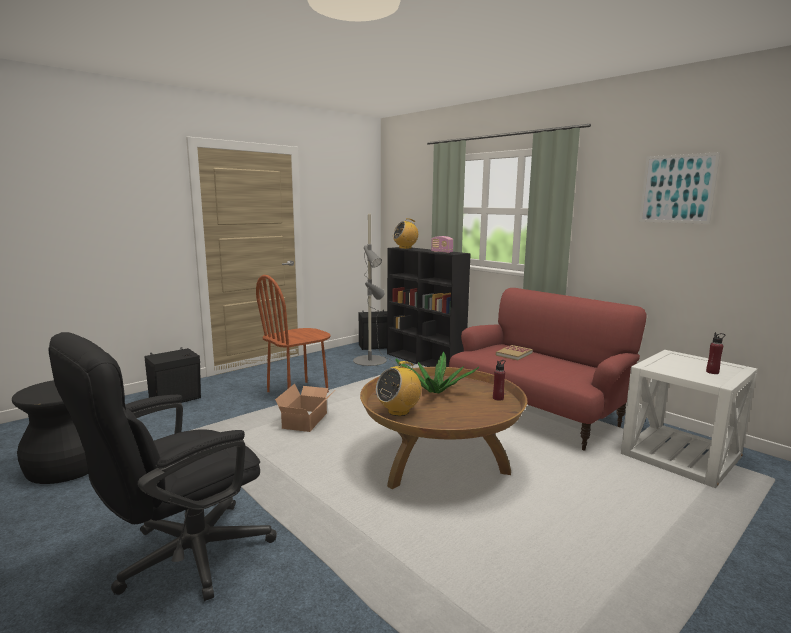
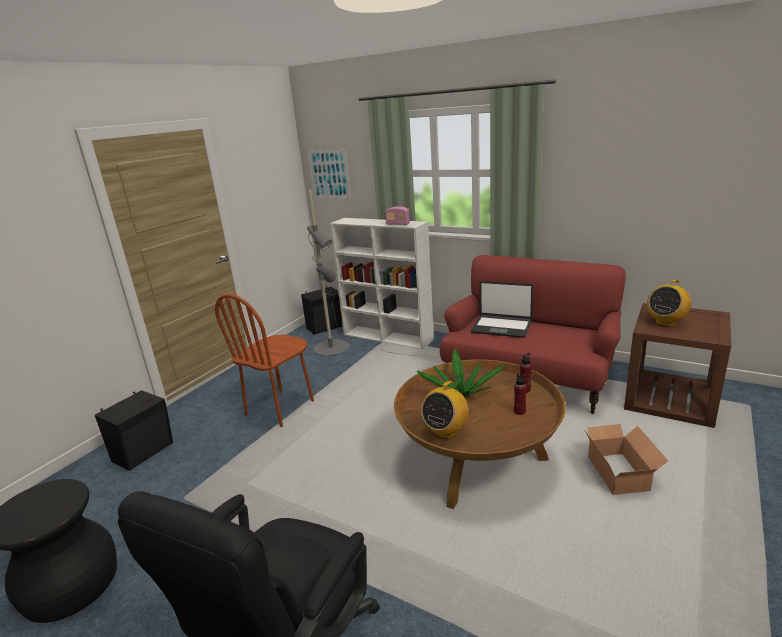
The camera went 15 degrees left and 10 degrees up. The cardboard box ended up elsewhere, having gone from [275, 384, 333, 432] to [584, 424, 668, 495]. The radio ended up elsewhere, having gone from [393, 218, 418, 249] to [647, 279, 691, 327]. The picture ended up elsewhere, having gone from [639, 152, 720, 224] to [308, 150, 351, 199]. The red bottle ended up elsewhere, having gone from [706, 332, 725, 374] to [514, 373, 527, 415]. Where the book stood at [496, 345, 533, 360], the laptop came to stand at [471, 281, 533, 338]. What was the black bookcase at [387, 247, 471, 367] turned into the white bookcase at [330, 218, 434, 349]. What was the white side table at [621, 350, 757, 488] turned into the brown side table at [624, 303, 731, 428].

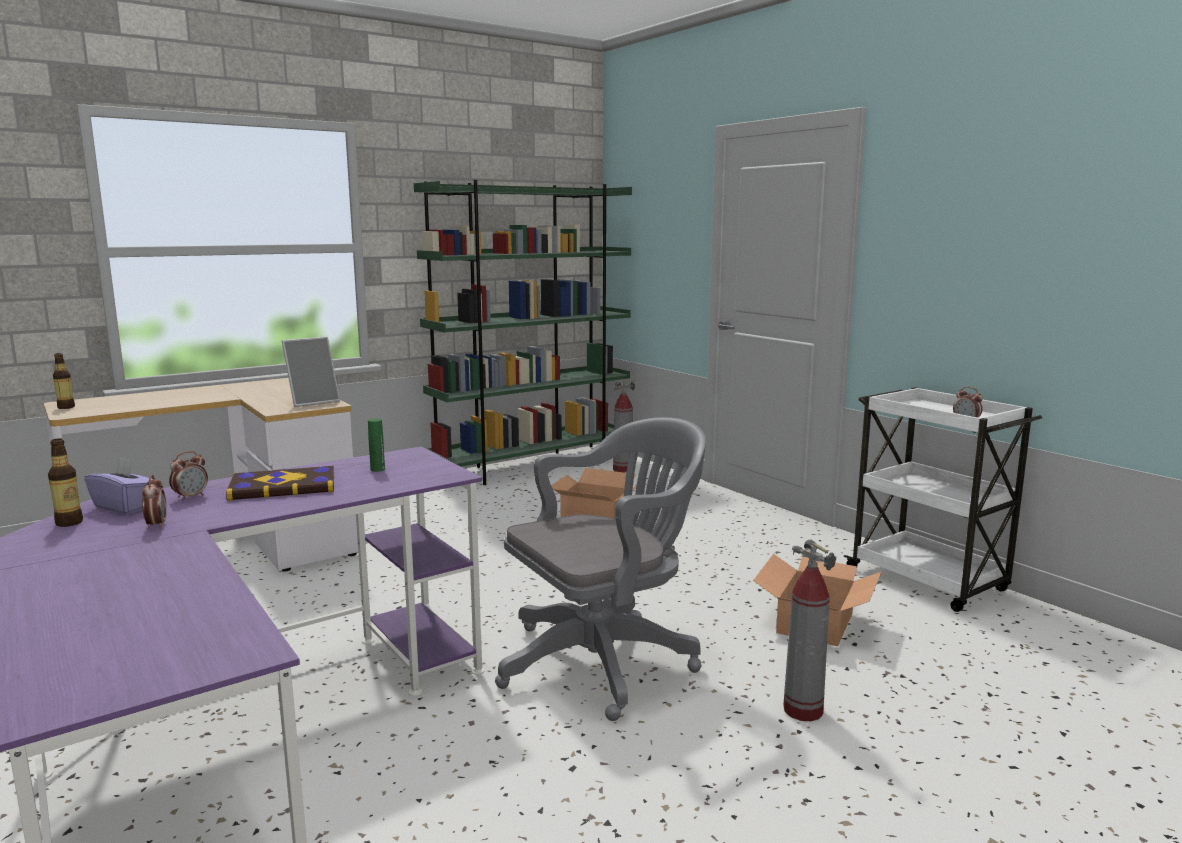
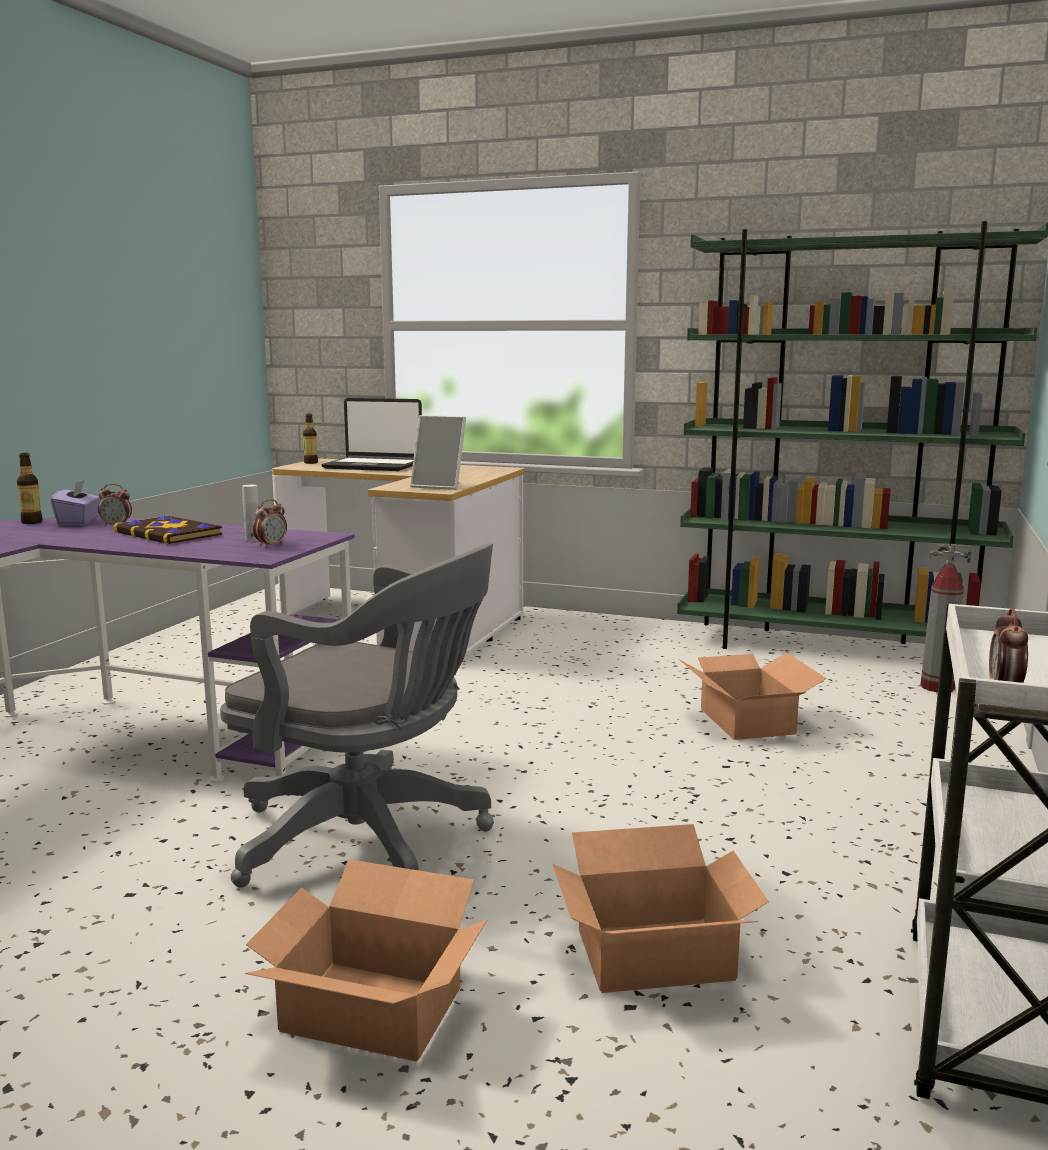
The camera went 55 degrees right and 0 degrees up. The second view gained the laptop at [321, 398, 422, 471]. The alarm clock ended up elsewhere, having gone from [142, 475, 167, 529] to [253, 499, 287, 548]. Where the fire extinguisher stood at [783, 540, 836, 721], the cardboard box came to stand at [245, 859, 487, 1062]. What was the green bottle at [368, 418, 385, 472] turned into the white bottle at [242, 485, 259, 541].

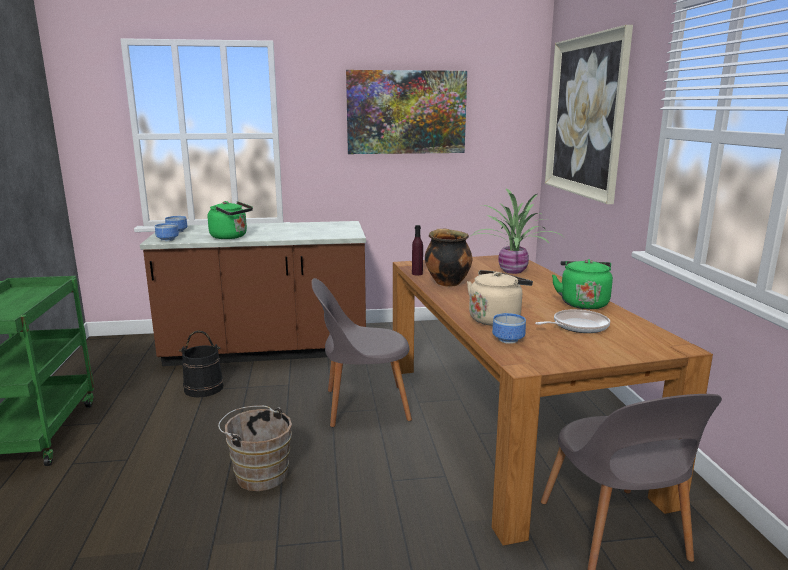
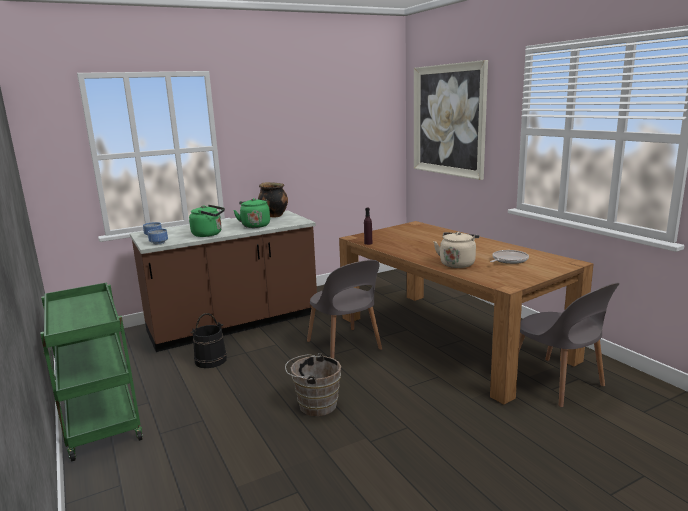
The camera went 20 degrees left and 0 degrees up. The second view lost the picture at [346, 70, 467, 154]. The second view lost the potted plant at [469, 189, 561, 274]. The second view lost the bowl at [492, 313, 526, 344]. The cooking pot ended up elsewhere, having gone from [425, 228, 472, 287] to [258, 182, 288, 217]. The green kettle ended up elsewhere, having gone from [552, 259, 613, 309] to [233, 198, 270, 228]. The grey chair at [311, 278, 412, 427] ended up facing another way, 90 degrees counterclockwise from before.

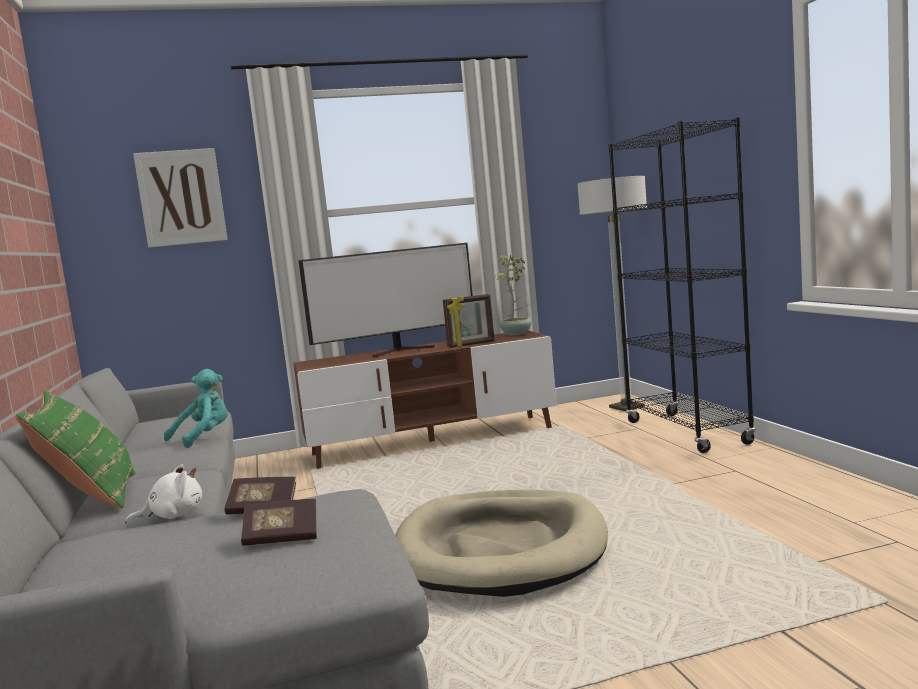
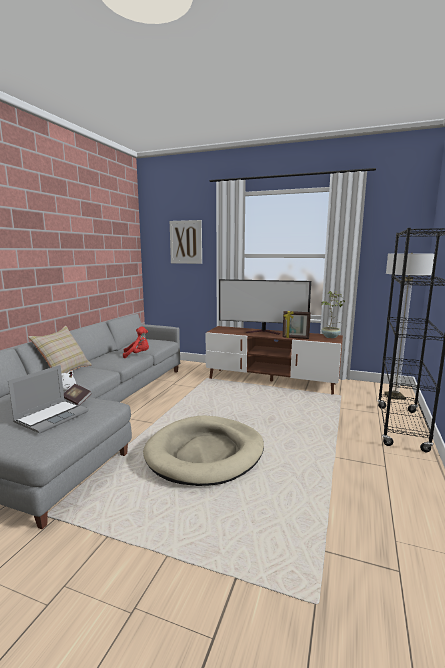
The camera went 35 degrees right and 5 degrees up. Where the book stood at [241, 499, 317, 546], the laptop came to stand at [8, 365, 89, 433]. What was the green pillow at [15, 391, 135, 509] turned into the beige pillow at [28, 326, 92, 374]. What was the turquoise plush toy at [164, 369, 228, 448] turned into the red plush toy at [123, 326, 149, 358].

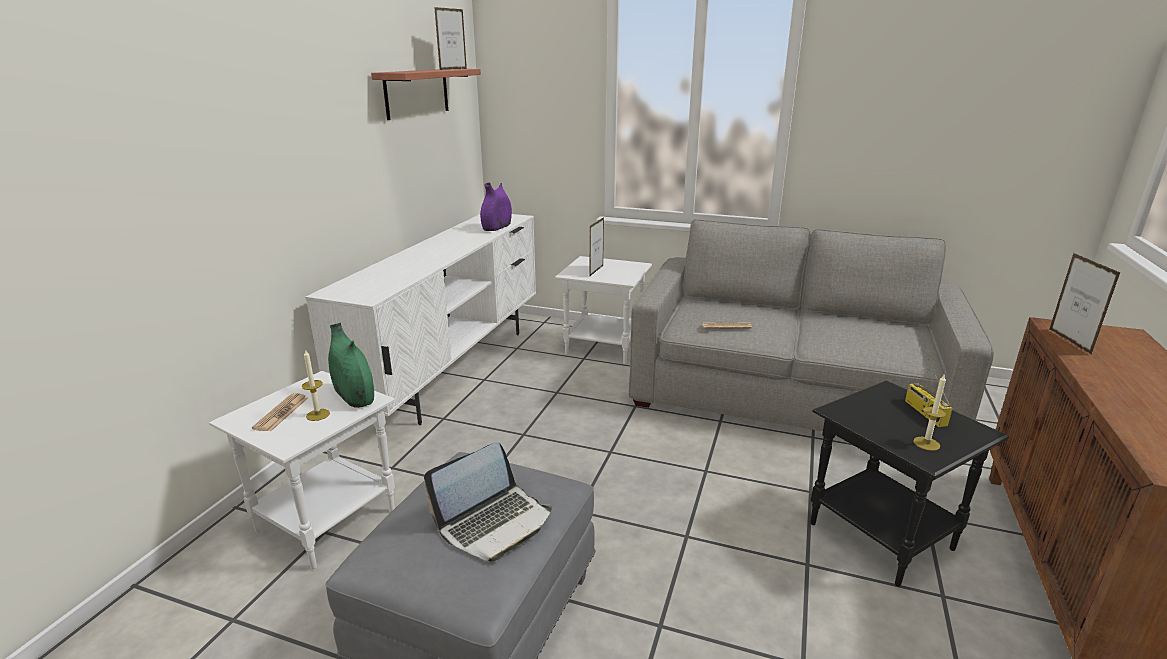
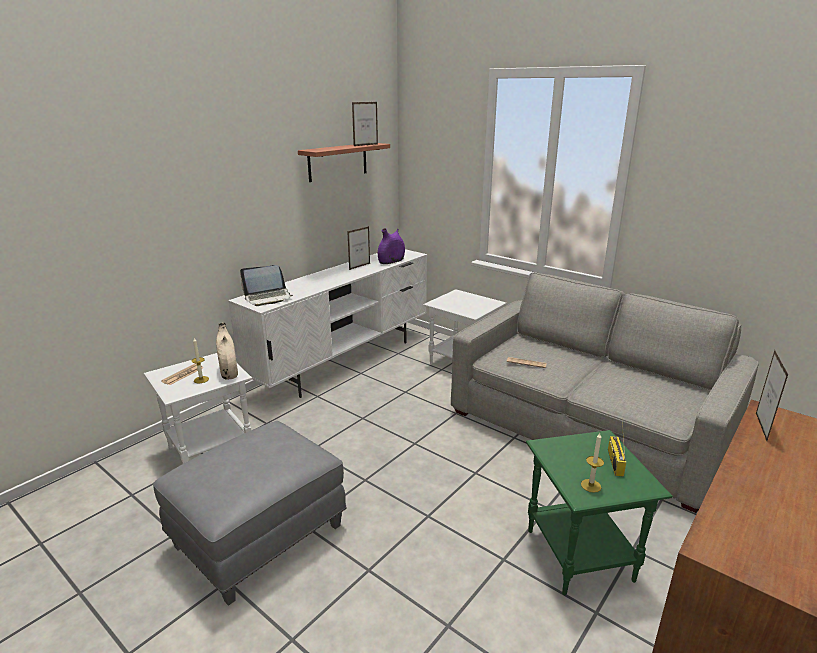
The camera went 20 degrees right and 0 degrees up. The laptop ended up elsewhere, having gone from [424, 442, 552, 562] to [240, 265, 293, 306]. The picture frame ended up elsewhere, having gone from [590, 217, 604, 276] to [347, 226, 370, 270]. What was the green vase at [328, 323, 374, 408] turned into the beige vase at [216, 323, 238, 380]. What was the black side table at [810, 380, 1009, 587] turned into the green side table at [526, 430, 673, 595].

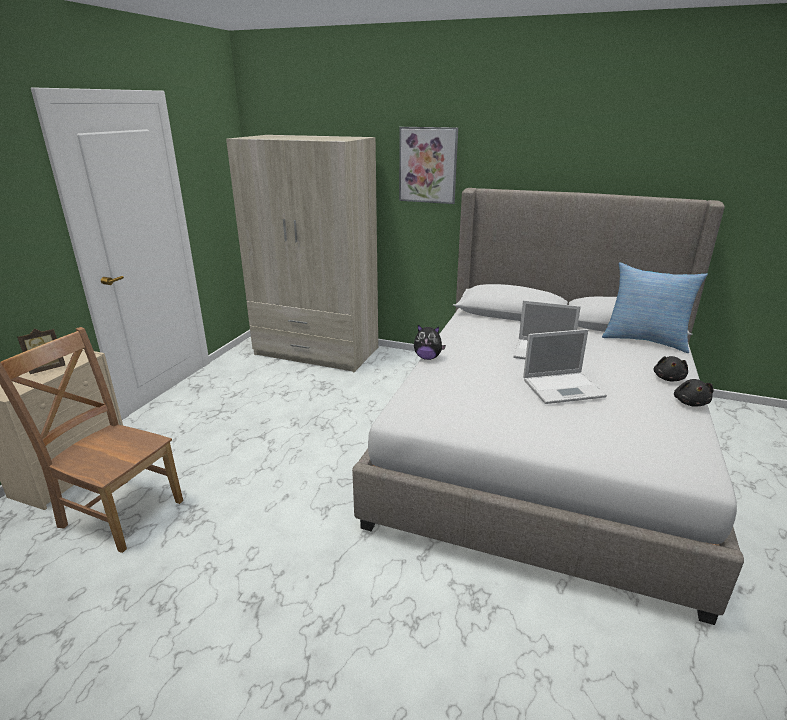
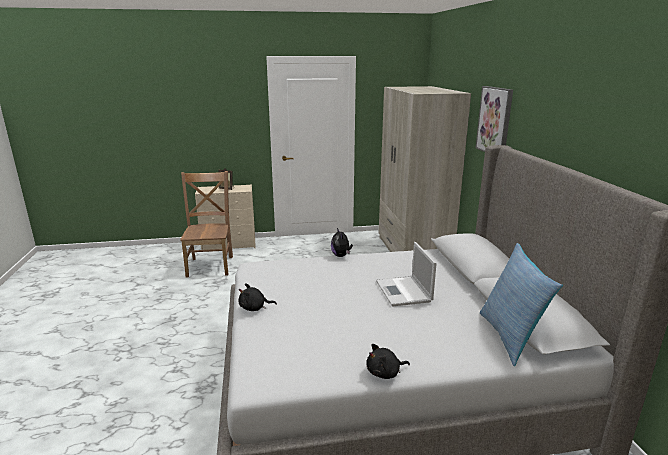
The camera went 60 degrees right and 5 degrees down. The second view lost the laptop at [523, 329, 607, 404]. The black plush toy ended up elsewhere, having gone from [654, 356, 688, 381] to [238, 283, 277, 311].

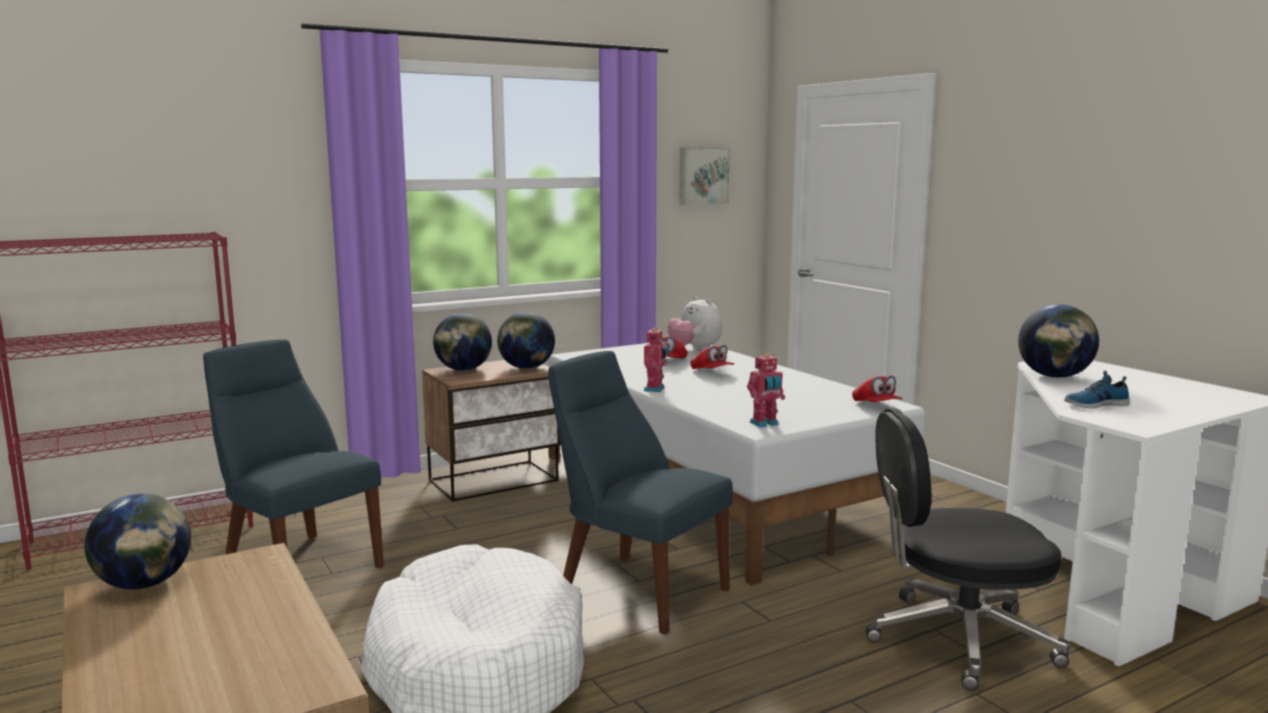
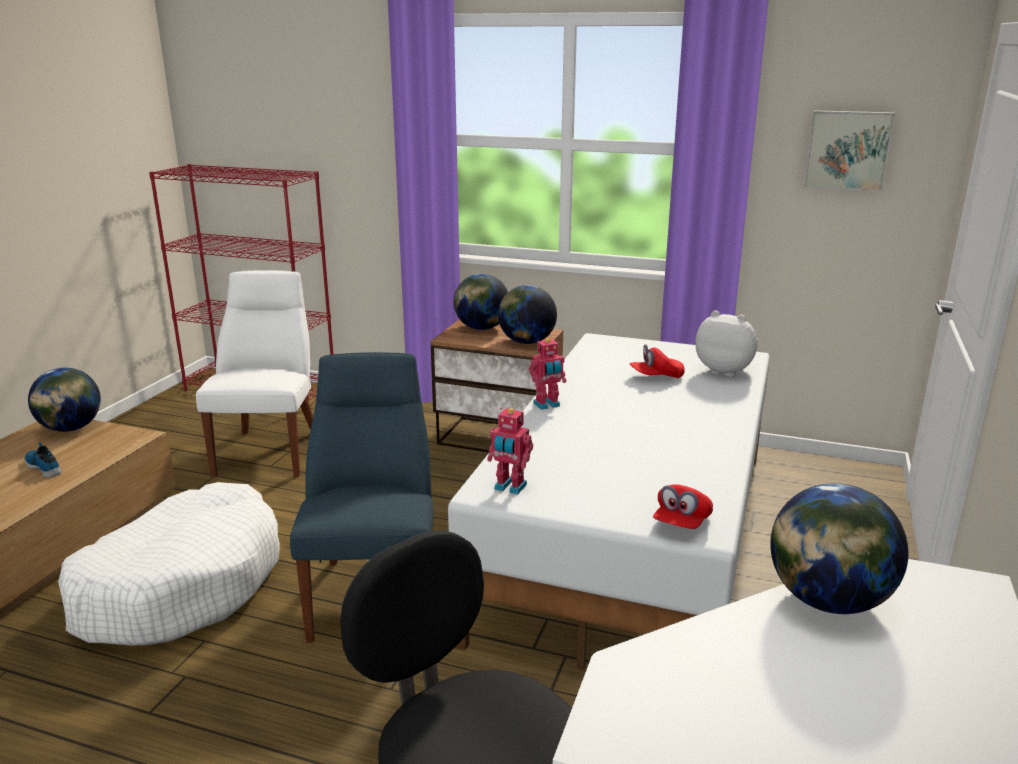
The camera went 50 degrees right and 10 degrees up. The second view lost the red cap at [690, 345, 734, 369]. The shoe ended up elsewhere, having gone from [1064, 371, 1130, 408] to [25, 442, 62, 478]. What was the blue chair at [203, 340, 384, 568] turned into the white chair at [196, 270, 313, 477]. The plush toy at [667, 296, 722, 351] ended up facing another way, 105 degrees clockwise from before.

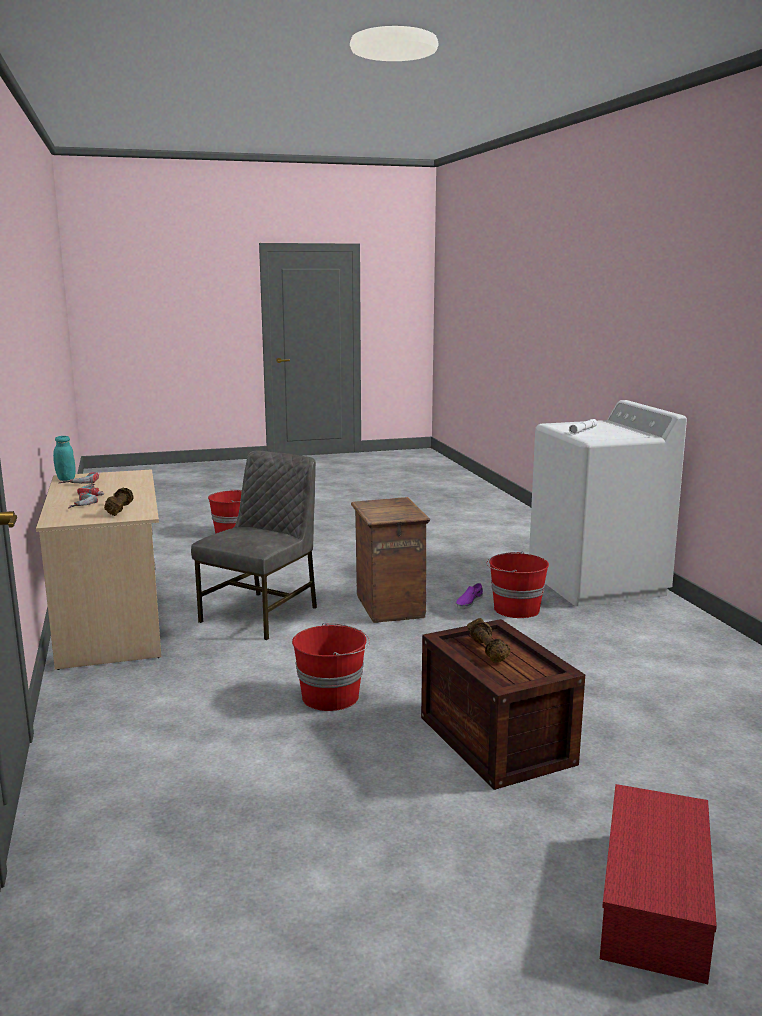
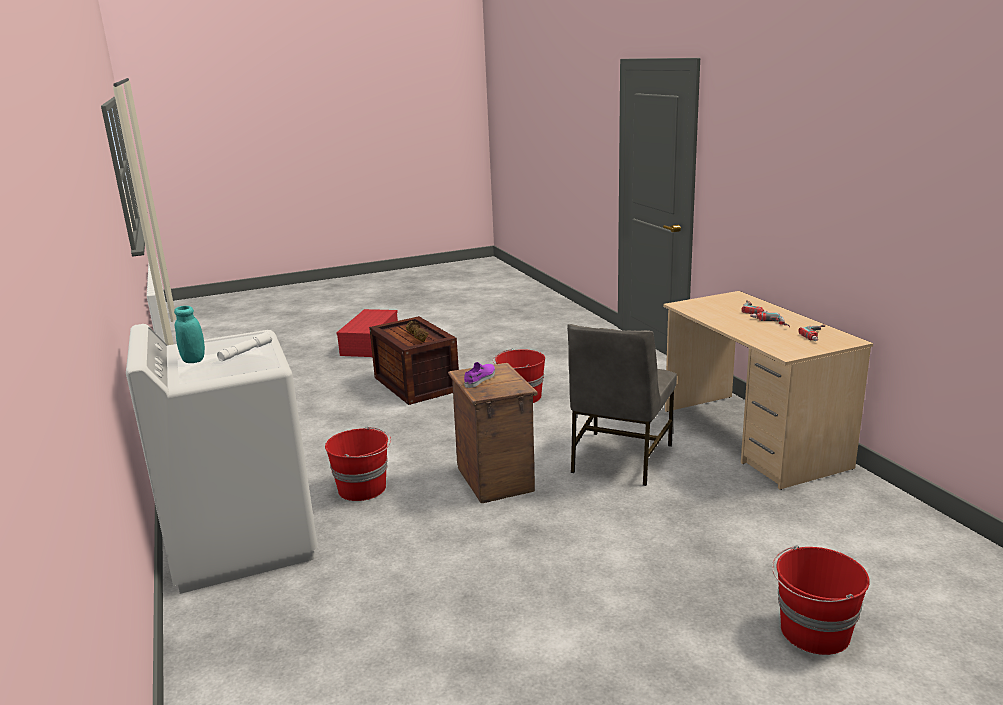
The camera went 175 degrees right and 5 degrees up. The second view lost the brown dumbbell at [104, 488, 134, 516]. The turquoise jar ended up elsewhere, having gone from [53, 436, 75, 481] to [174, 306, 205, 363]. The purple shoe ended up elsewhere, having gone from [456, 583, 483, 609] to [464, 362, 495, 388].

